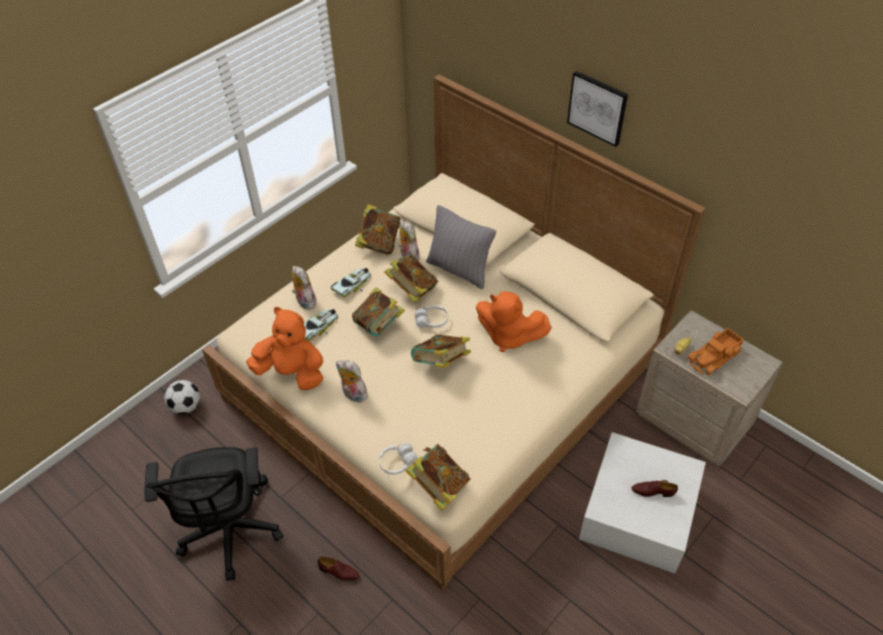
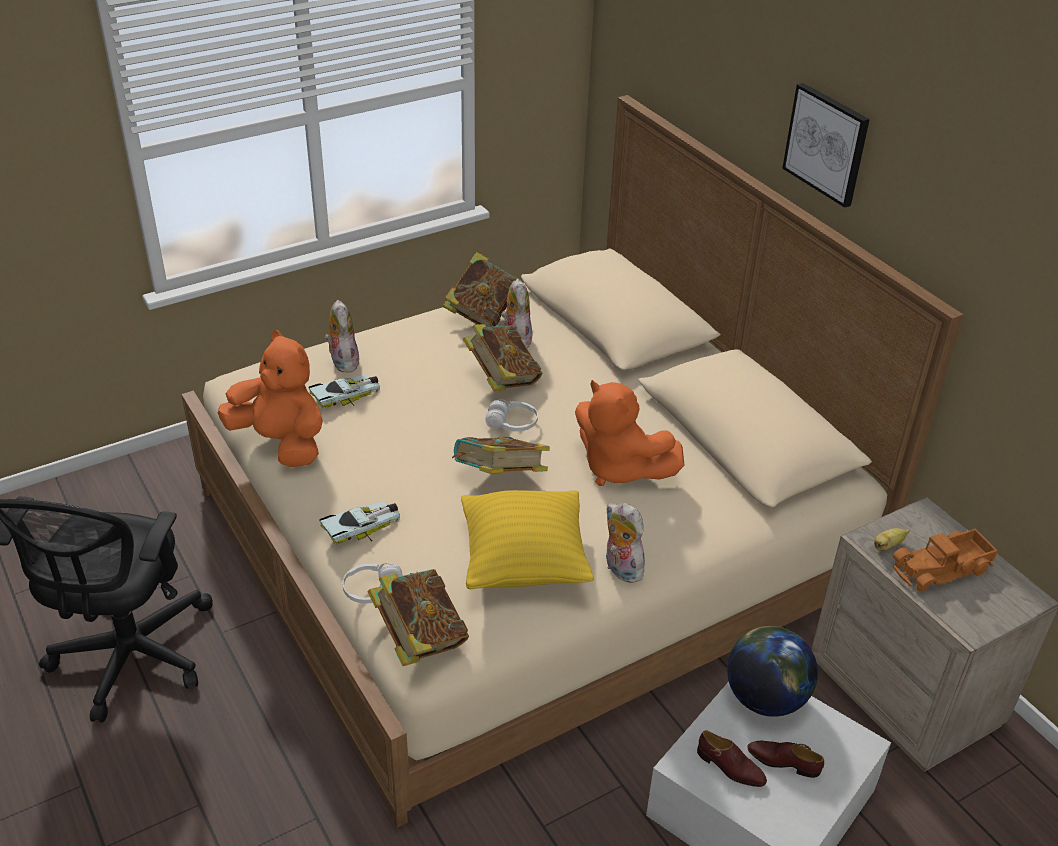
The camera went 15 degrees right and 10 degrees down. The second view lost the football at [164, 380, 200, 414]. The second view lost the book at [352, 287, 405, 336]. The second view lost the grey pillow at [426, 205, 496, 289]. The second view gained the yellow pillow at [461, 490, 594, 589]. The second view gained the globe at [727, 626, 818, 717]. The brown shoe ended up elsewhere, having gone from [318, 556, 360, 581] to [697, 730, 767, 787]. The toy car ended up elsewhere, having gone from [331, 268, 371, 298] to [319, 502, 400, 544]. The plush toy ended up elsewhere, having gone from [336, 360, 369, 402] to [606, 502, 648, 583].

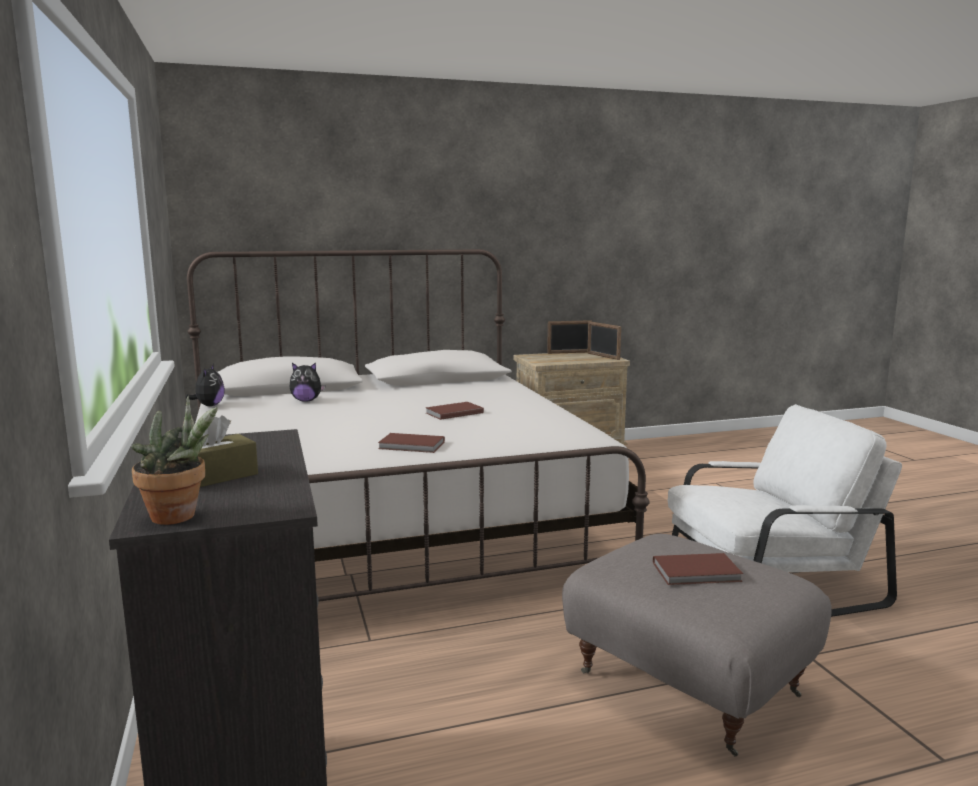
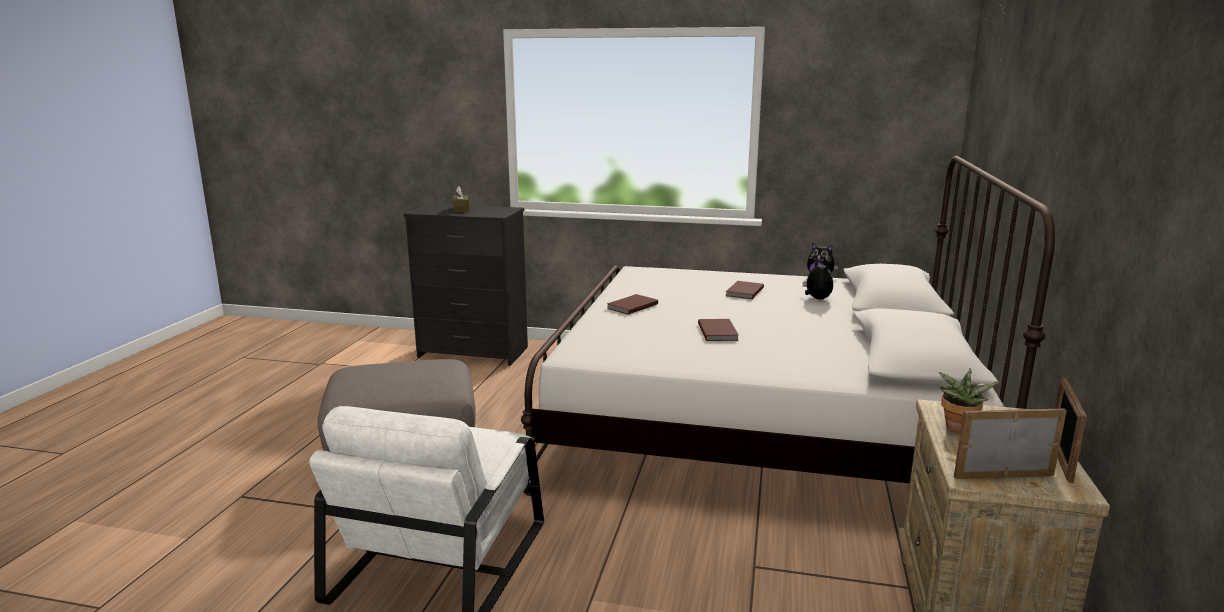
The camera went 120 degrees right and 5 degrees up. The potted plant ended up elsewhere, having gone from [131, 396, 218, 525] to [939, 368, 998, 432]. The brown book ended up elsewhere, having gone from [653, 553, 743, 585] to [726, 281, 764, 299]. The plush toy at [289, 362, 325, 402] ended up facing another way, 135 degrees clockwise from before.

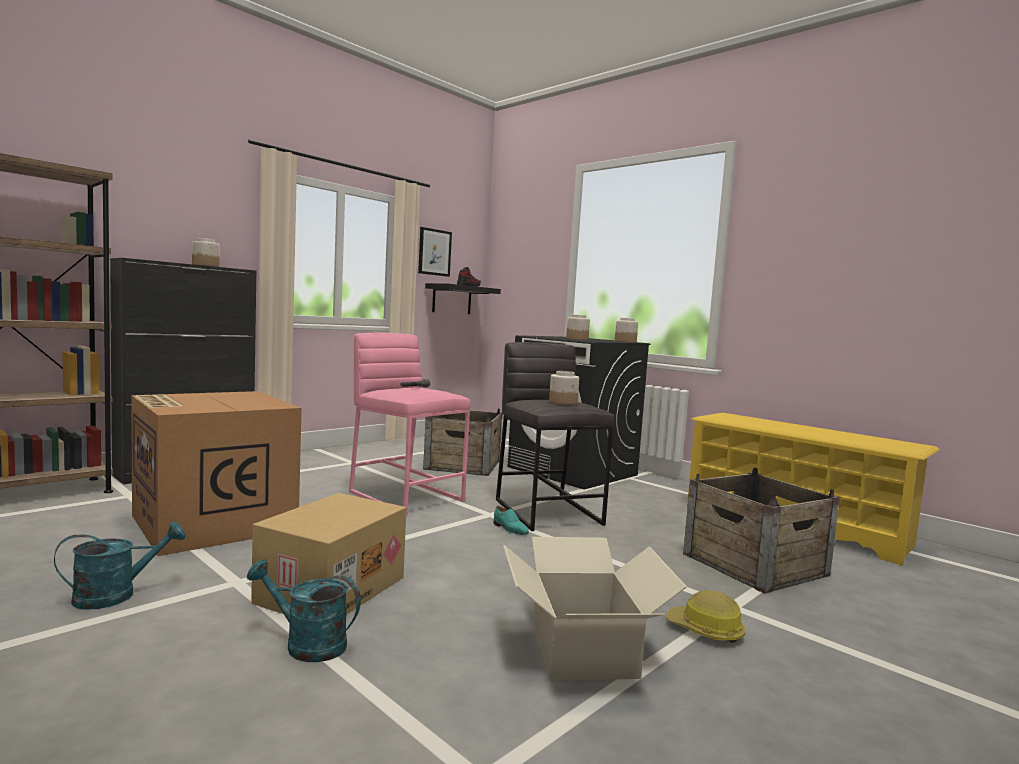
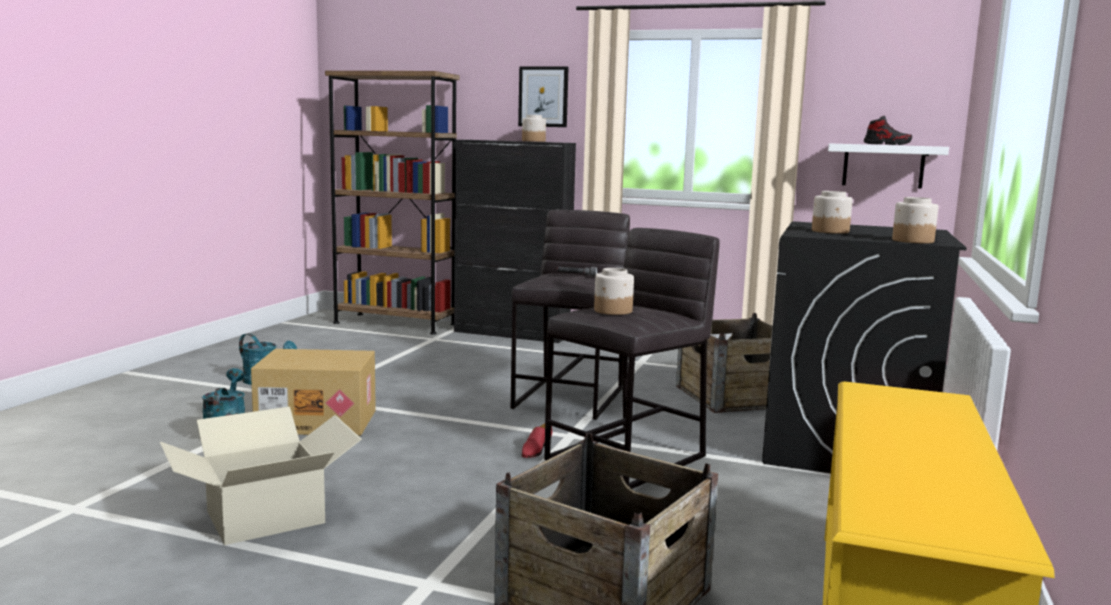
The camera went 65 degrees right and 5 degrees up. The second view lost the cardboard box at [131, 391, 302, 556]. The second view lost the hard hat at [666, 590, 746, 643]. The picture ended up elsewhere, having gone from [418, 227, 452, 277] to [518, 66, 569, 127]. What was the pink stool at [349, 333, 471, 516] turned into the grey stool at [511, 210, 630, 420]. What was the black shelf at [425, 283, 501, 314] turned into the white shelf at [828, 143, 949, 189]. What was the turquoise shoe at [493, 506, 529, 535] turned into the red shoe at [522, 423, 552, 458].

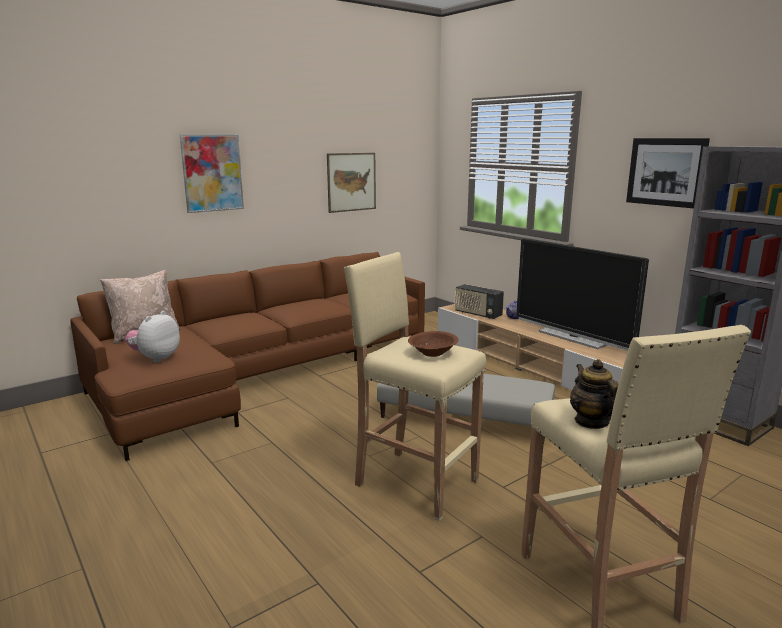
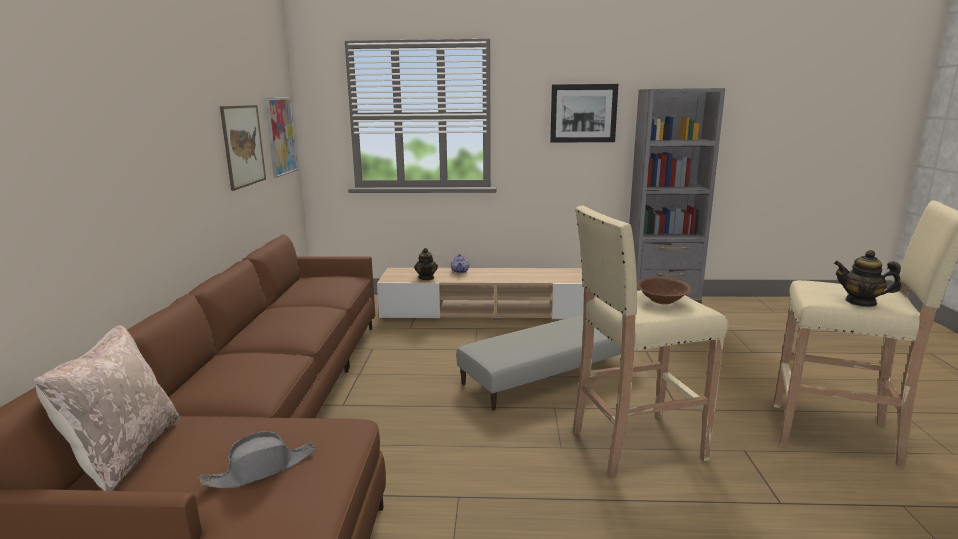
The camera went 50 degrees left and 0 degrees up. The second view lost the television at [516, 239, 649, 351]. The picture ended up elsewhere, having gone from [180, 134, 244, 213] to [265, 97, 298, 178]. Where the plush toy stood at [125, 311, 180, 363], the grey hat came to stand at [199, 431, 316, 488]. Where the radio stood at [455, 284, 504, 319], the teapot came to stand at [414, 248, 438, 280].

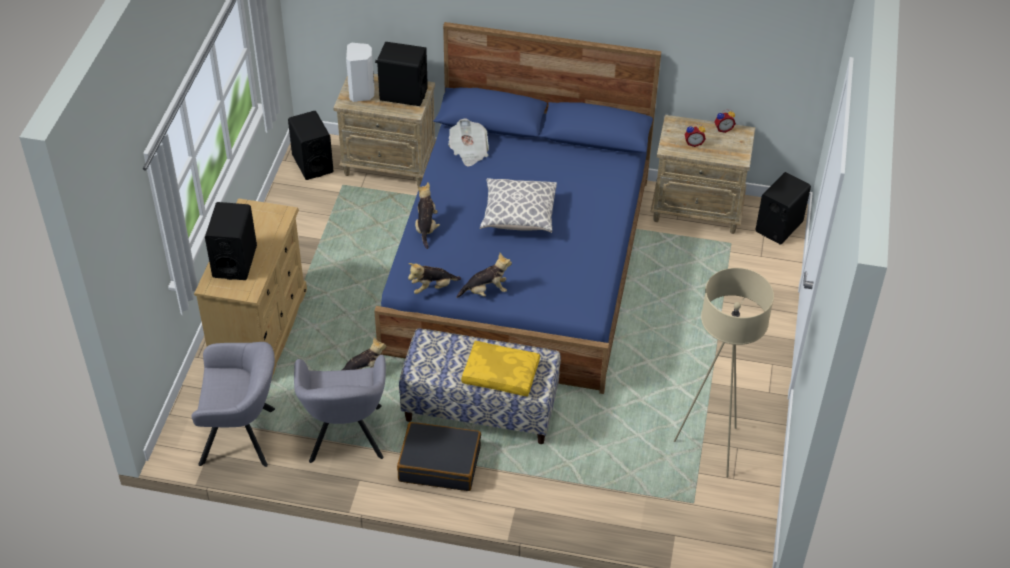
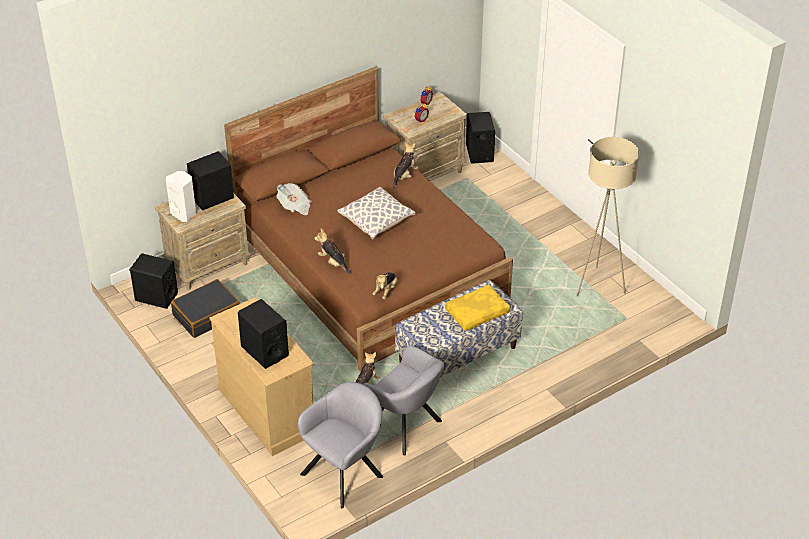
The camera went 45 degrees left and 5 degrees down. The black suitcase ended up elsewhere, having gone from [397, 422, 481, 491] to [171, 279, 240, 338]. The plush toy ended up elsewhere, having gone from [456, 253, 512, 298] to [393, 143, 418, 189]. What was the blue bed at [374, 22, 661, 394] turned into the brown bed at [224, 67, 513, 372].

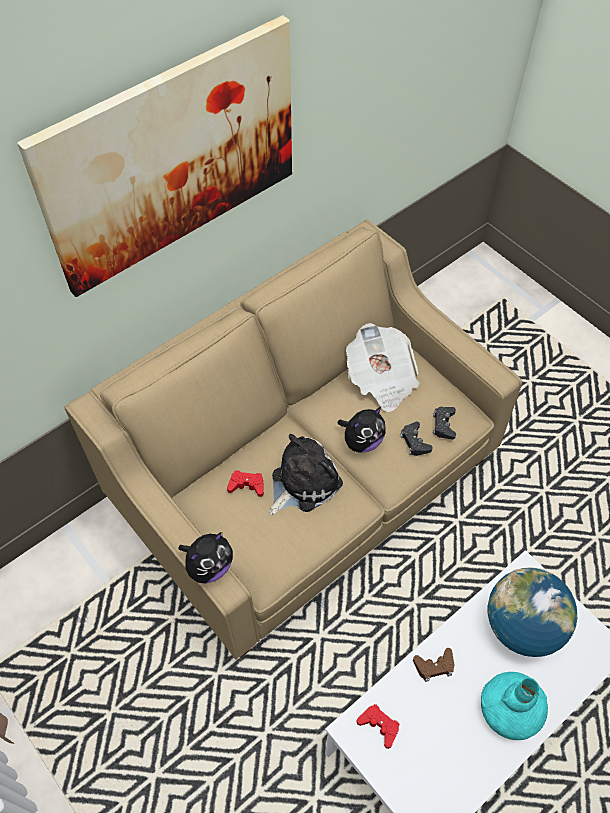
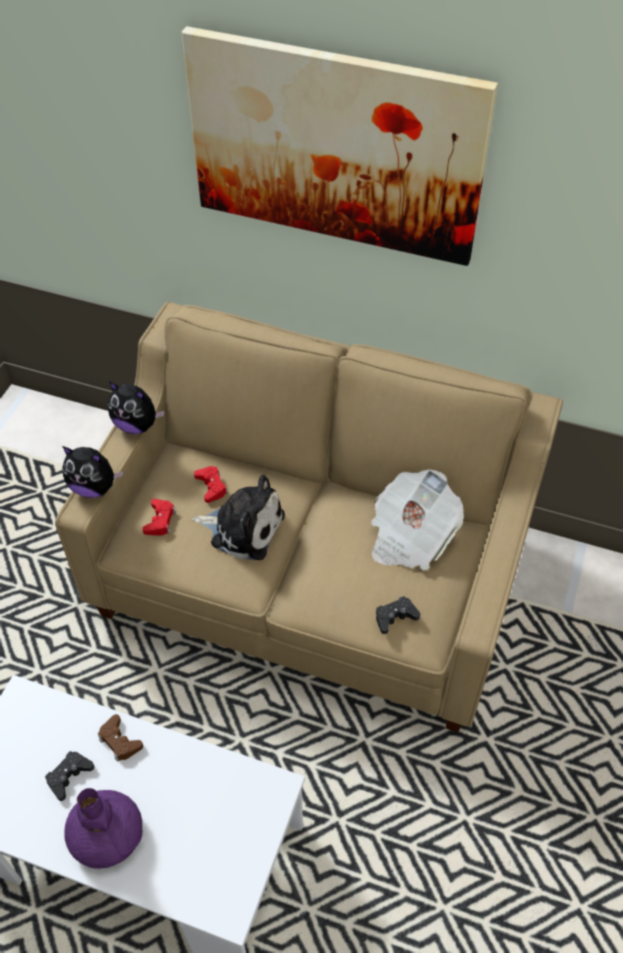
The camera went 60 degrees right and 5 degrees down. The second view lost the globe at [488, 567, 577, 657]. The plush toy ended up elsewhere, having gone from [337, 407, 386, 453] to [108, 381, 164, 434]. The red game controller ended up elsewhere, having gone from [357, 704, 399, 749] to [142, 499, 176, 536]. The black game controller ended up elsewhere, having gone from [400, 421, 433, 456] to [45, 751, 94, 801]. What was the turquoise vase at [481, 672, 548, 740] turned into the purple vase at [64, 788, 142, 869].

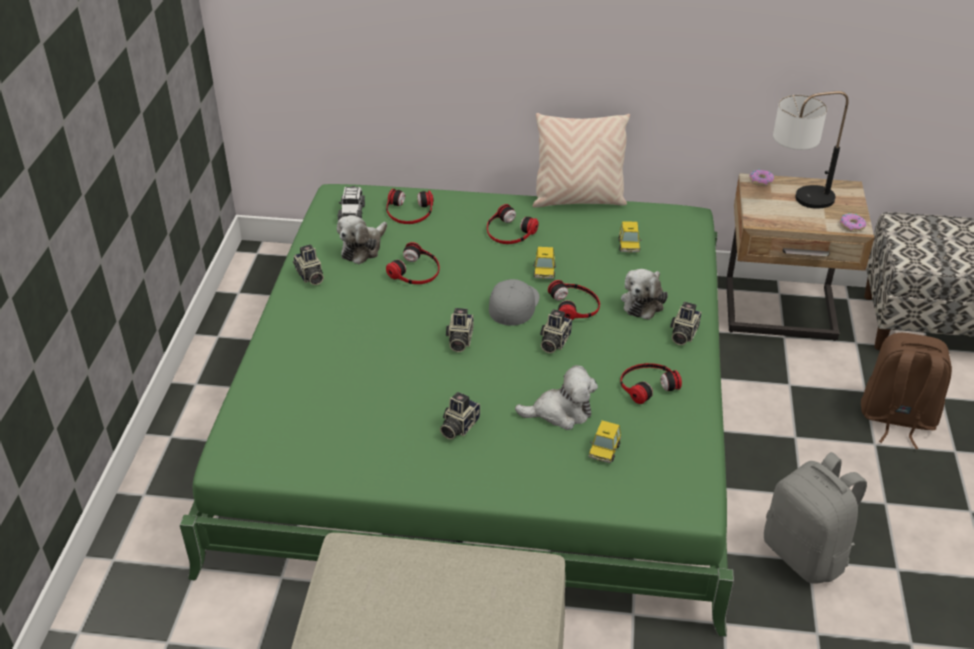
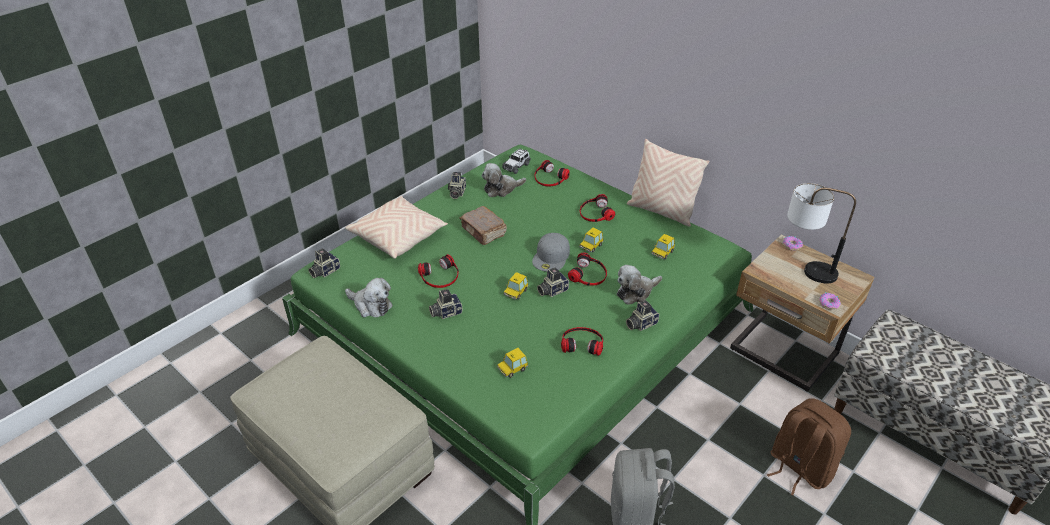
The camera went 35 degrees right and 0 degrees up. The second view gained the beige pillow at [345, 196, 448, 259]. The second view gained the brown book at [459, 206, 507, 245]. The second view gained the toy car at [503, 272, 529, 300]. The headphones ended up elsewhere, having gone from [386, 242, 440, 284] to [418, 254, 459, 288]. The photo camera ended up elsewhere, having gone from [446, 308, 473, 352] to [308, 249, 340, 278]. The plush toy ended up elsewhere, having gone from [515, 365, 598, 430] to [345, 278, 393, 318]. The grey cap at [489, 279, 540, 326] ended up facing another way, 150 degrees clockwise from before.

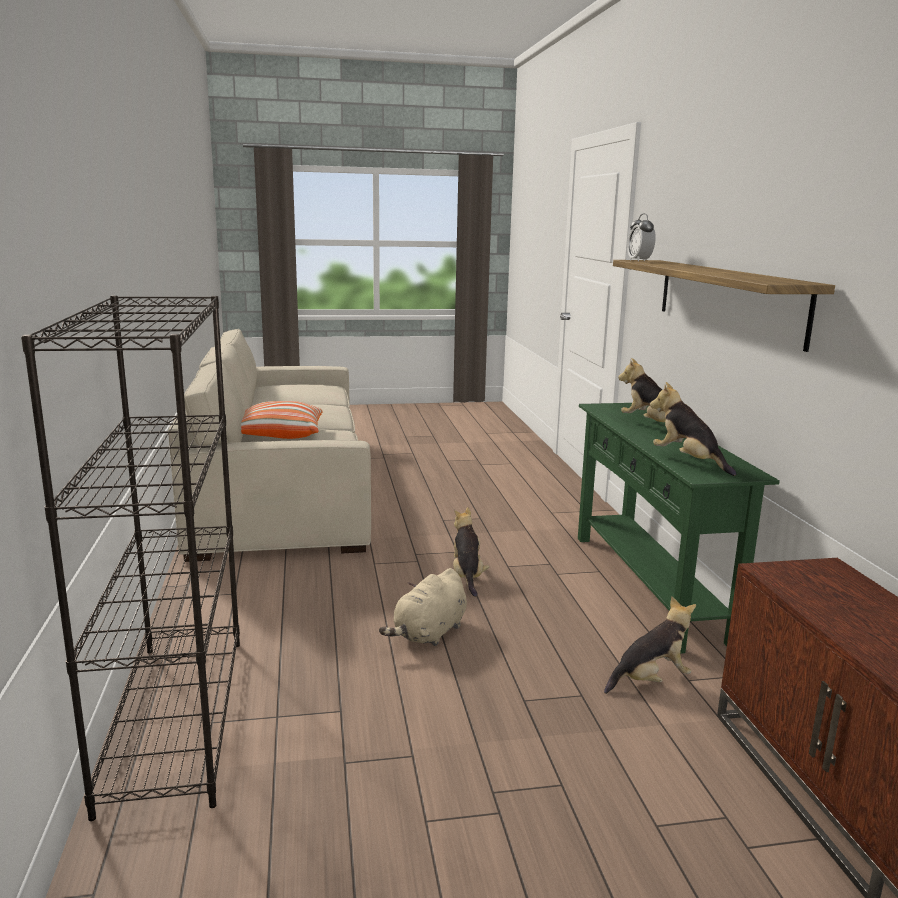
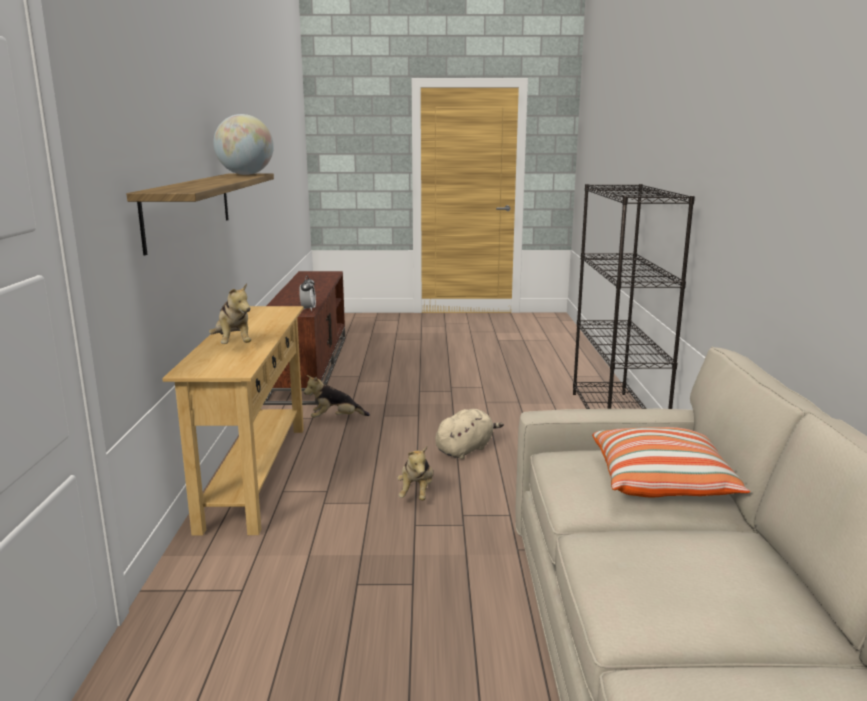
The camera went 170 degrees left and 0 degrees up. The second view lost the plush toy at [650, 382, 736, 476]. The second view gained the globe at [213, 114, 274, 175]. The alarm clock ended up elsewhere, having gone from [627, 213, 656, 262] to [299, 275, 316, 311]. What was the green console table at [578, 403, 780, 654] turned into the beige console table at [162, 306, 304, 536].

